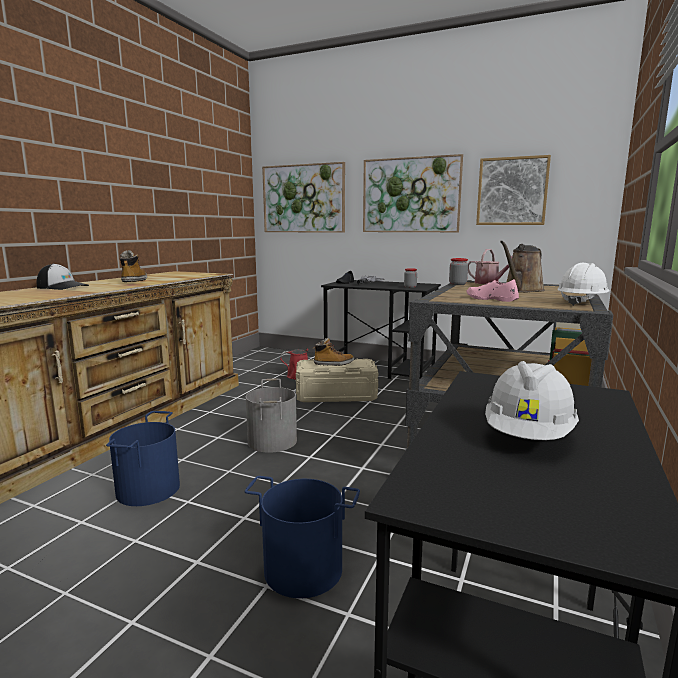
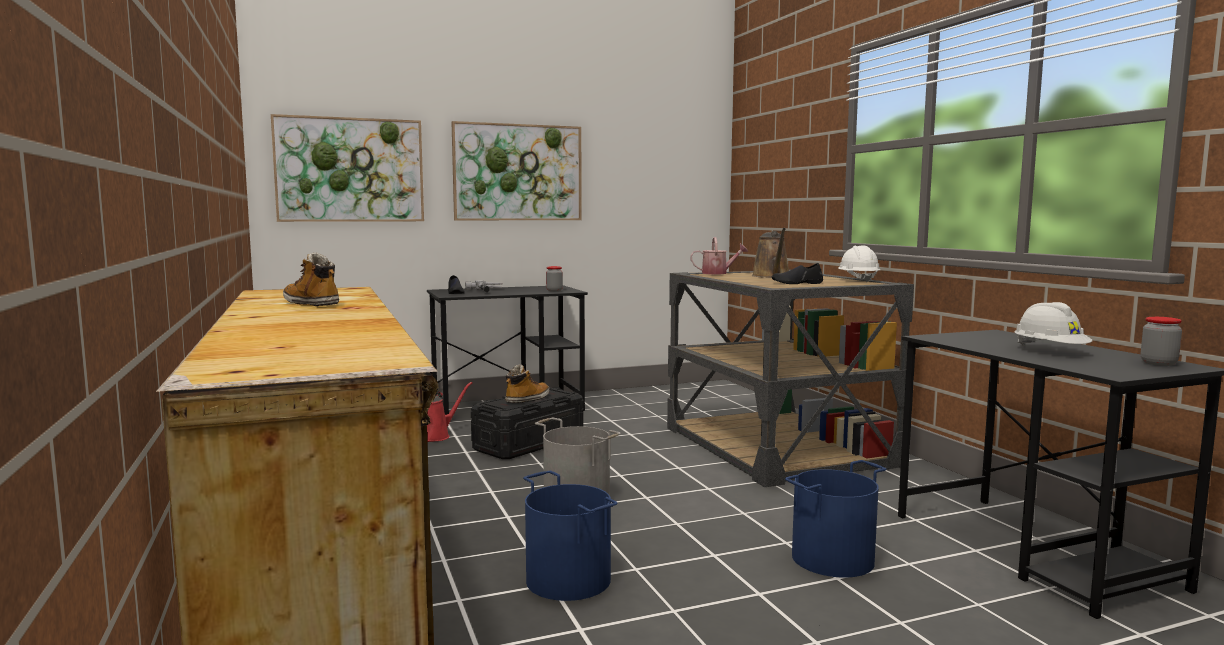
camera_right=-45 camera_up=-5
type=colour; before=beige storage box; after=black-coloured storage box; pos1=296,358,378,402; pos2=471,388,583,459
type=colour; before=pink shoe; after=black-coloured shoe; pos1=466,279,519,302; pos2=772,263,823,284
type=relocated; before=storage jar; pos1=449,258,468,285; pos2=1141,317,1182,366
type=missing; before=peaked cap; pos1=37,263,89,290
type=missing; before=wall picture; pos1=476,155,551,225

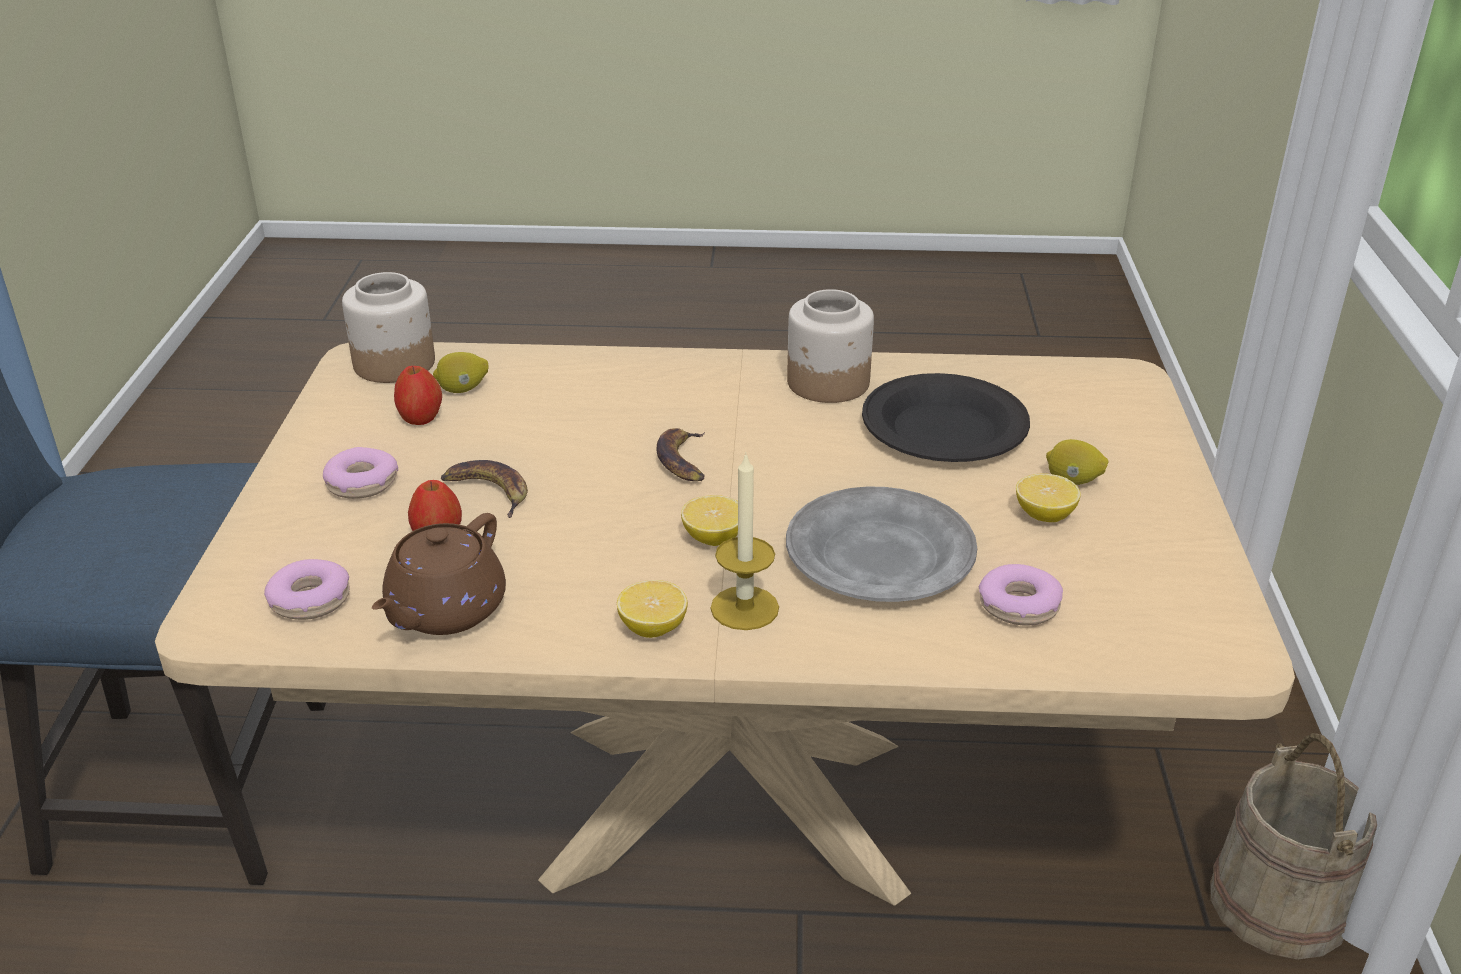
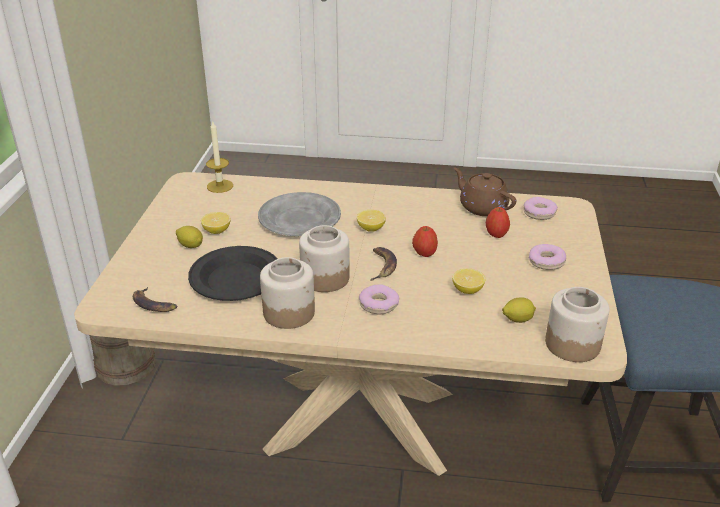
camera_right=-175 camera_up=0
type=relocated; before=whole banana; pos1=441,460,528,518; pos2=133,287,177,312
type=relocated; before=wax light; pos1=711,452,779,630; pos2=206,122,233,193
type=appeared; after=storage jar; pos2=299,225,350,292
type=relocated; before=ring doughnut; pos1=979,564,1063,626; pos2=359,285,399,314
type=relocated; before=whole apple; pos1=394,366,442,425; pos2=412,226,438,257
type=relocated; before=whole lemon; pos1=617,580,688,638; pos2=452,269,485,294
type=spun; before=brownish tea pot; pos1=372,513,506,635; pos2=454,168,516,216; turn=-75

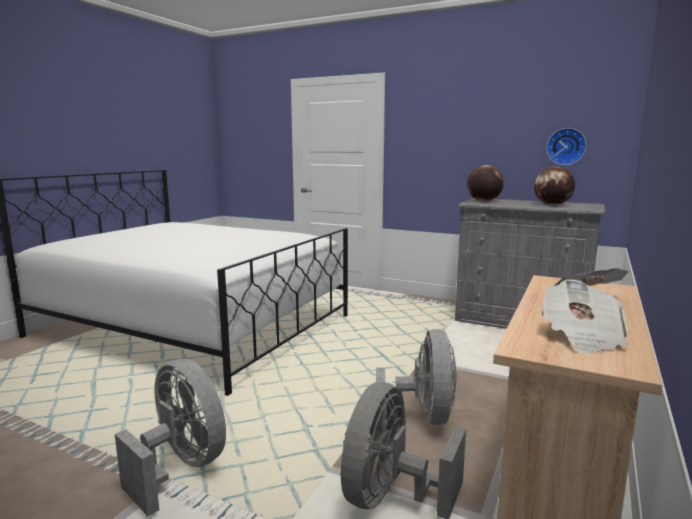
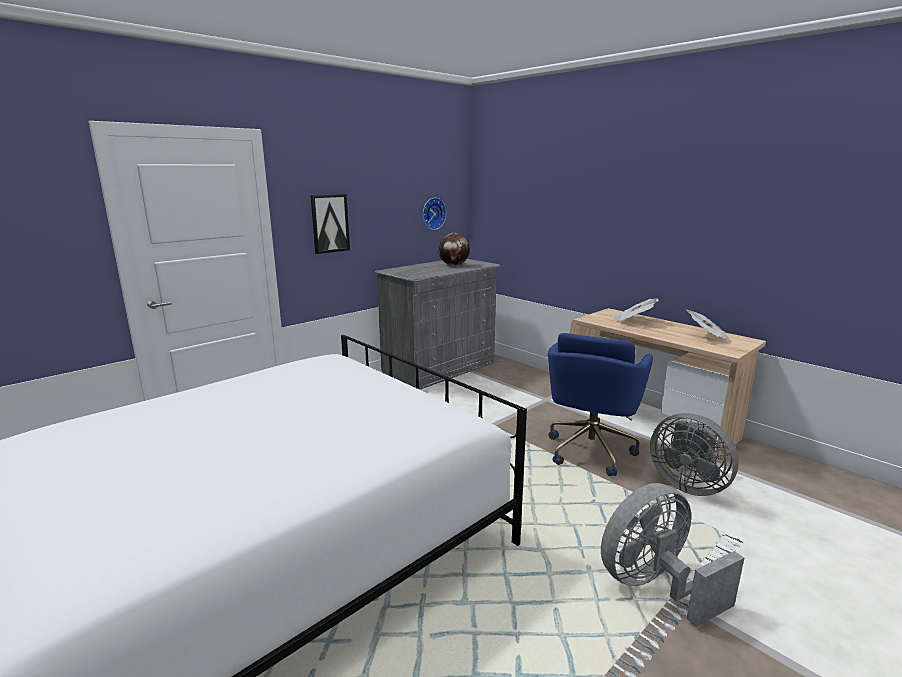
camera_right=-70 camera_up=5
type=appeared; after=wall picture; pos2=310,194,350,254
type=exchanged; before=gray cooling fan; after=blue office chair; pos1=376,329,457,436; pos2=548,333,653,476
type=missing; before=world globe; pos1=467,165,504,201

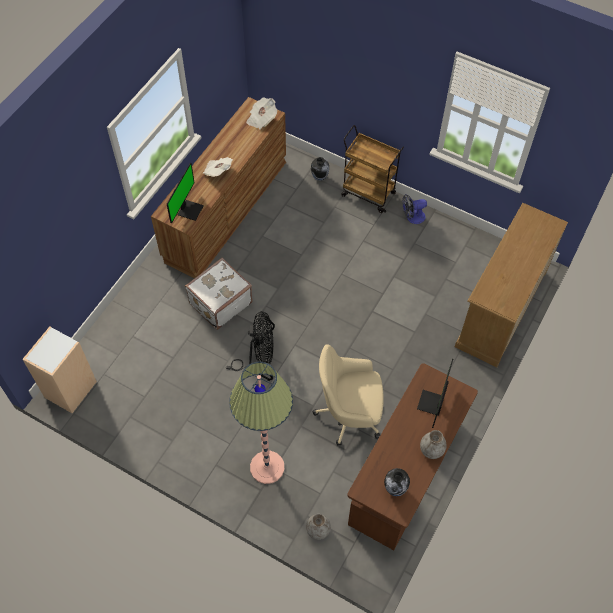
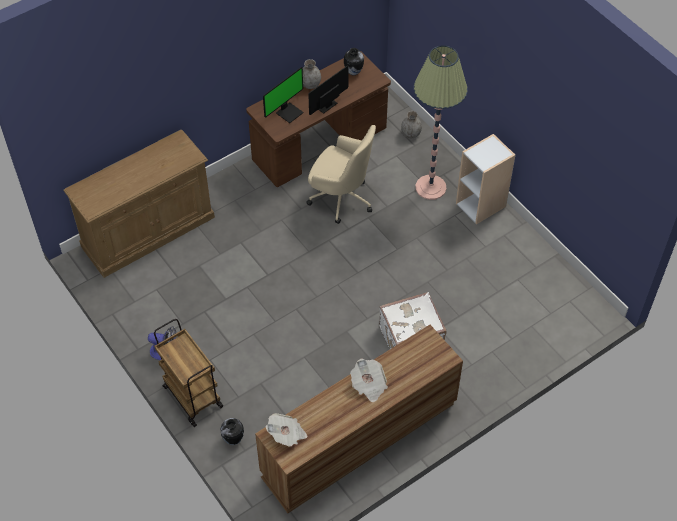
camera_right=-155 camera_up=-5
type=relocated; before=computer display; pos1=167,163,204,223; pos2=308,66,349,115
type=relocated; before=shelving unit; pos1=22,326,97,413; pos2=456,134,516,225
type=missing; before=black-coloured cooling fan; pos1=226,311,275,381

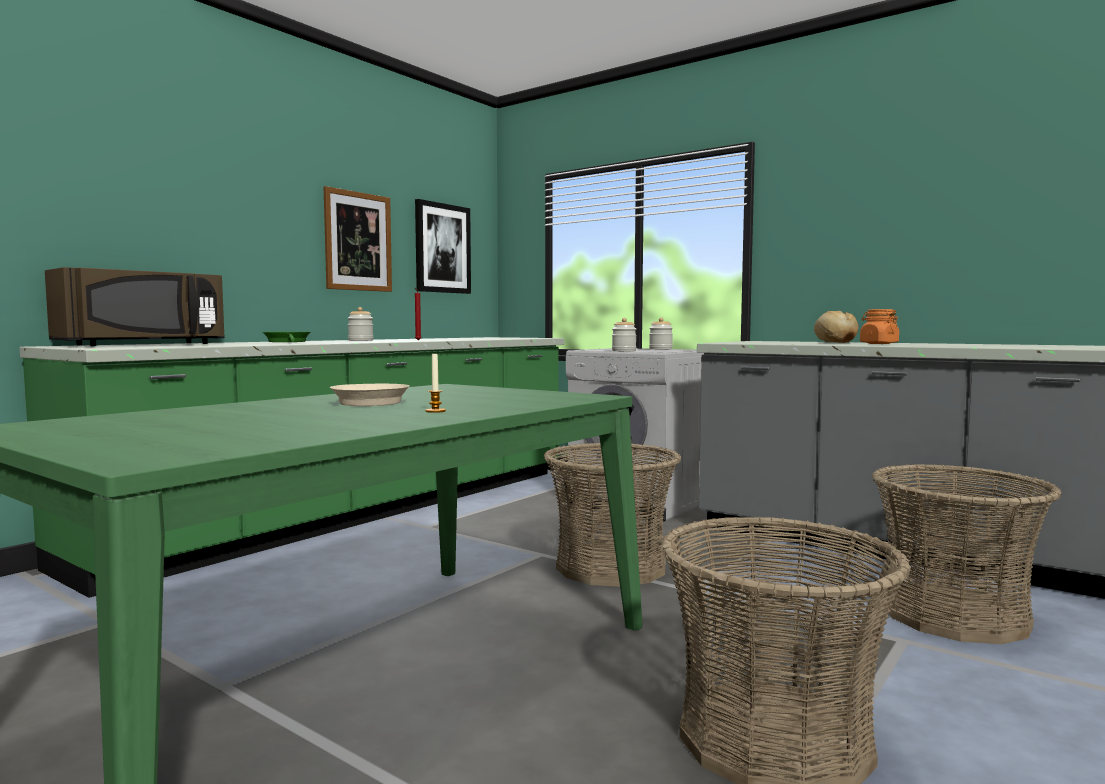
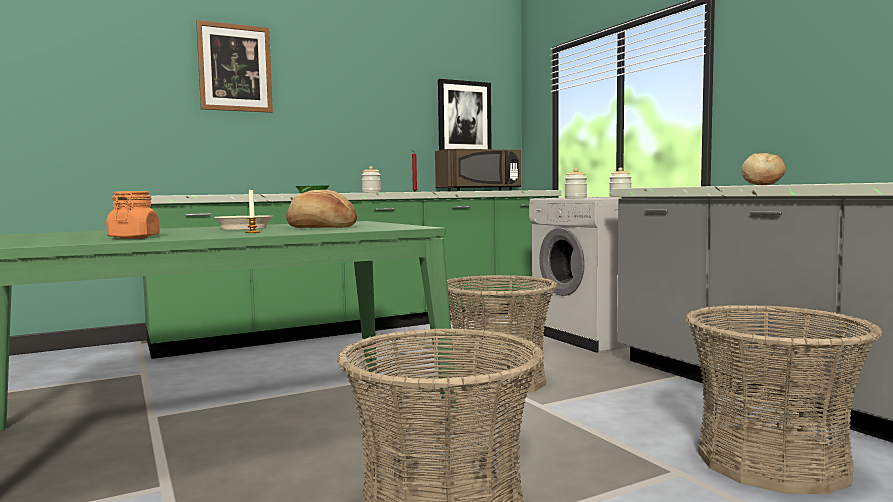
camera_right=25 camera_up=0
type=relocated; before=orange-coloured storage jar; pos1=860,309,899,344; pos2=106,191,160,239
type=relocated; before=wall picture; pos1=324,186,392,292; pos2=196,20,273,113
type=appeared; after=baked bread; pos2=286,190,357,228
type=relocated; before=brownish kitchen microwave; pos1=45,267,225,346; pos2=435,149,521,191

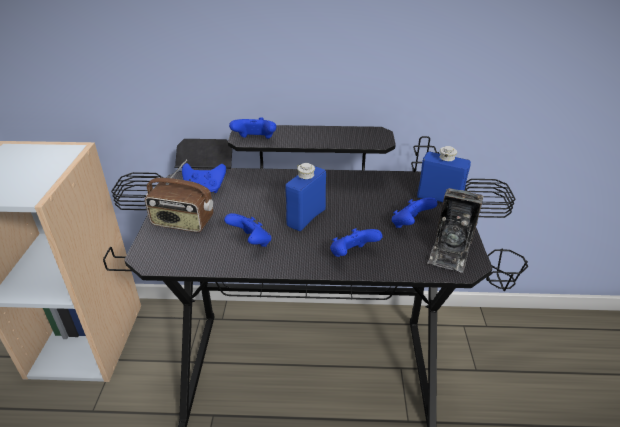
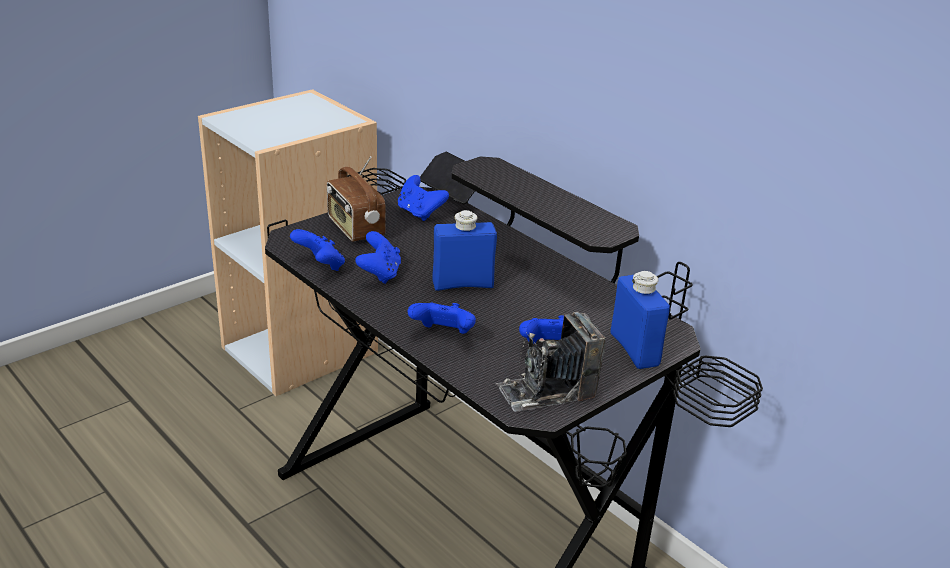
camera_right=45 camera_up=-5
type=relocated; before=blue joypad; pos1=229,117,276,139; pos2=290,229,345,271

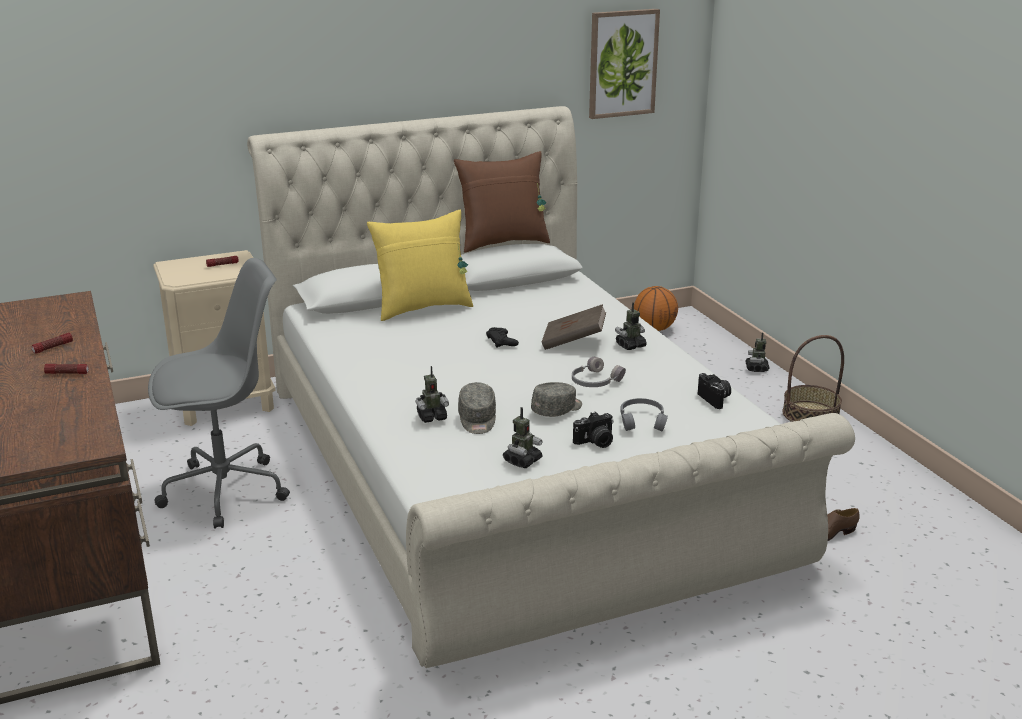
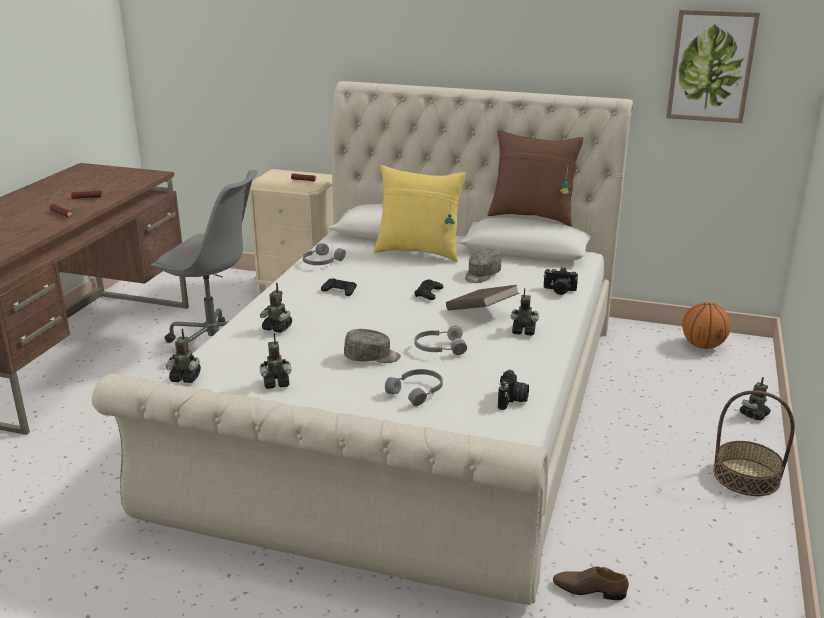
camera_right=40 camera_up=0
type=appeared; after=robot figure; pos2=166,328,201,383
type=appeared; after=gray pair of headphones; pos2=303,243,346,265
type=appeared; after=black-coloured joypad; pos2=321,278,357,296
type=relocated; before=gray peaked cap; pos1=458,382,496,434; pos2=465,248,501,283
type=relocated; before=photo camera; pos1=573,412,614,448; pos2=544,267,578,295

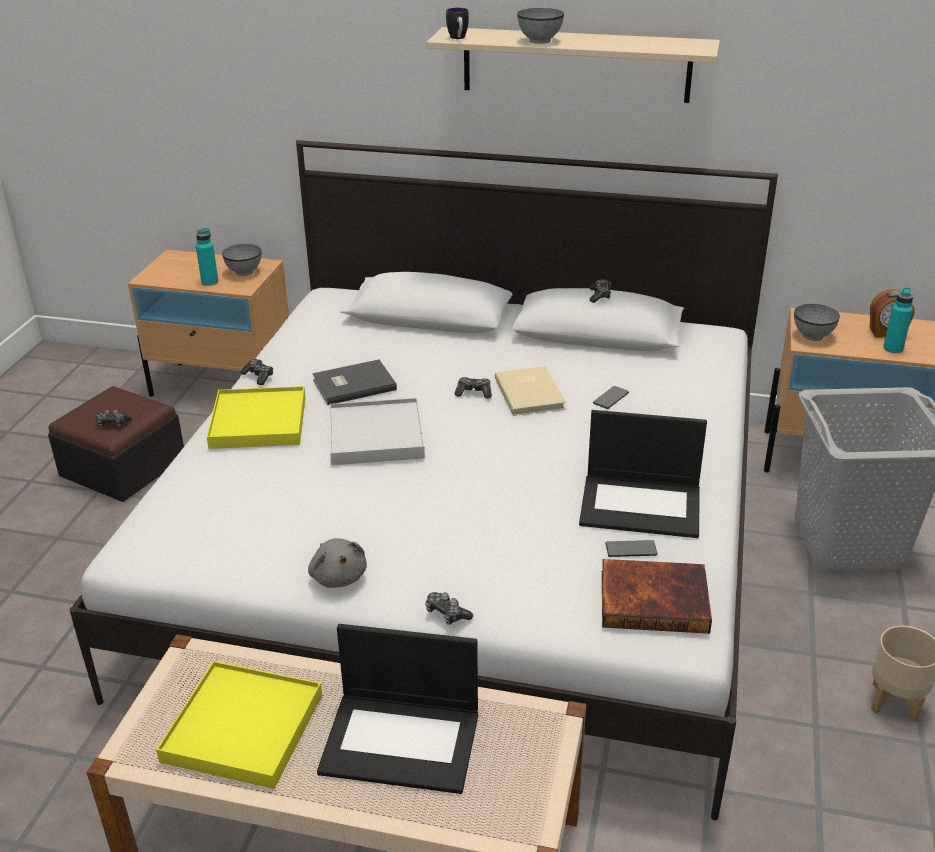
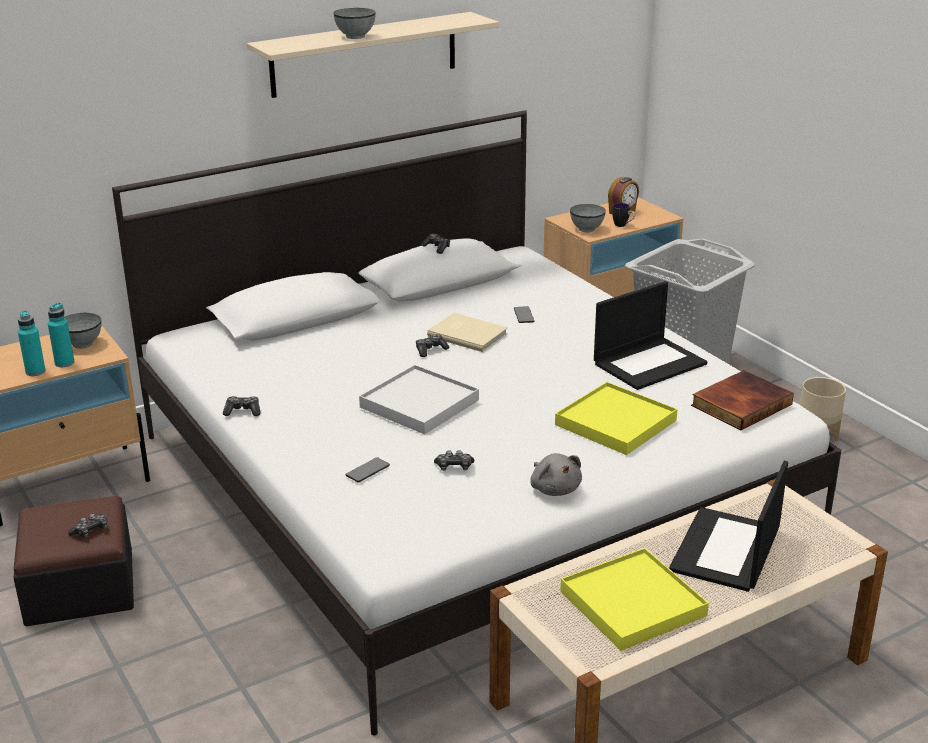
camera_right=-45 camera_up=-5
type=relocated; before=blue-green drink bottle; pos1=883,287,913,353; pos2=18,310,46,376
type=relocated; before=handset; pos1=606,540,657,557; pos2=346,457,390,482
type=relocated; before=joypad; pos1=425,592,473,625; pos2=434,450,474,471
type=spun; before=gray cuddly toy; pos1=308,538,367,588; pos2=530,453,582,496; turn=45
type=relocated; before=yellowish carrying tray; pos1=207,386,306,449; pos2=555,382,677,455
type=relocated; before=tea mug; pos1=446,8,469,39; pos2=612,203,635,227
type=spun; before=laptop; pos1=317,624,478,794; pos2=669,461,788,592; turn=150
type=missing; before=gray volume; pos1=312,359,397,405

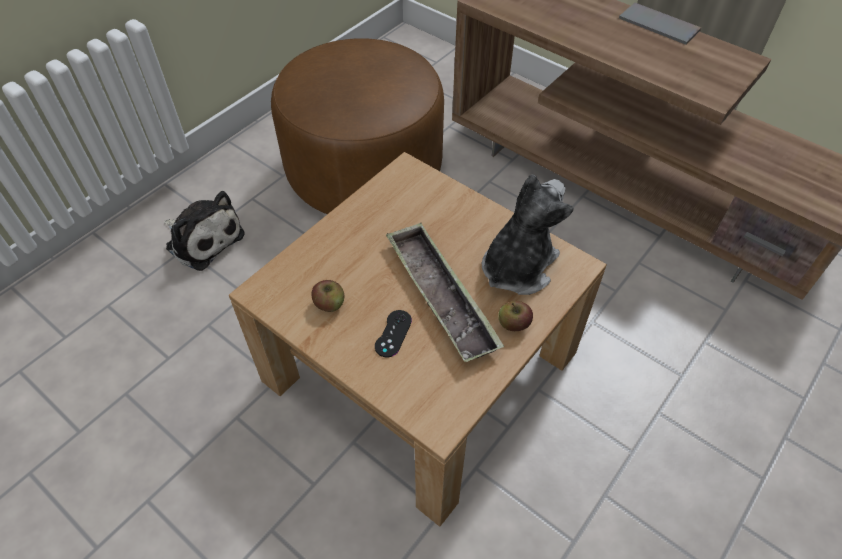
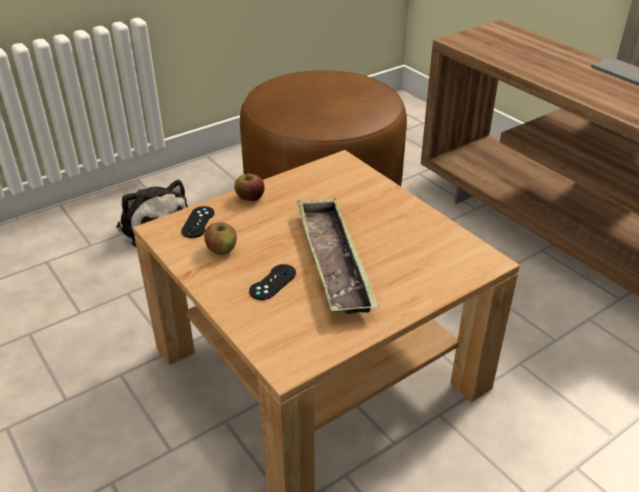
camera_right=15 camera_up=-15
type=appeared; after=black-coloured joypad; pos2=181,206,214,238
type=relocated; before=whole apple; pos1=498,301,533,331; pos2=234,171,265,201
type=missing; before=cuddly toy; pos1=482,174,574,295

